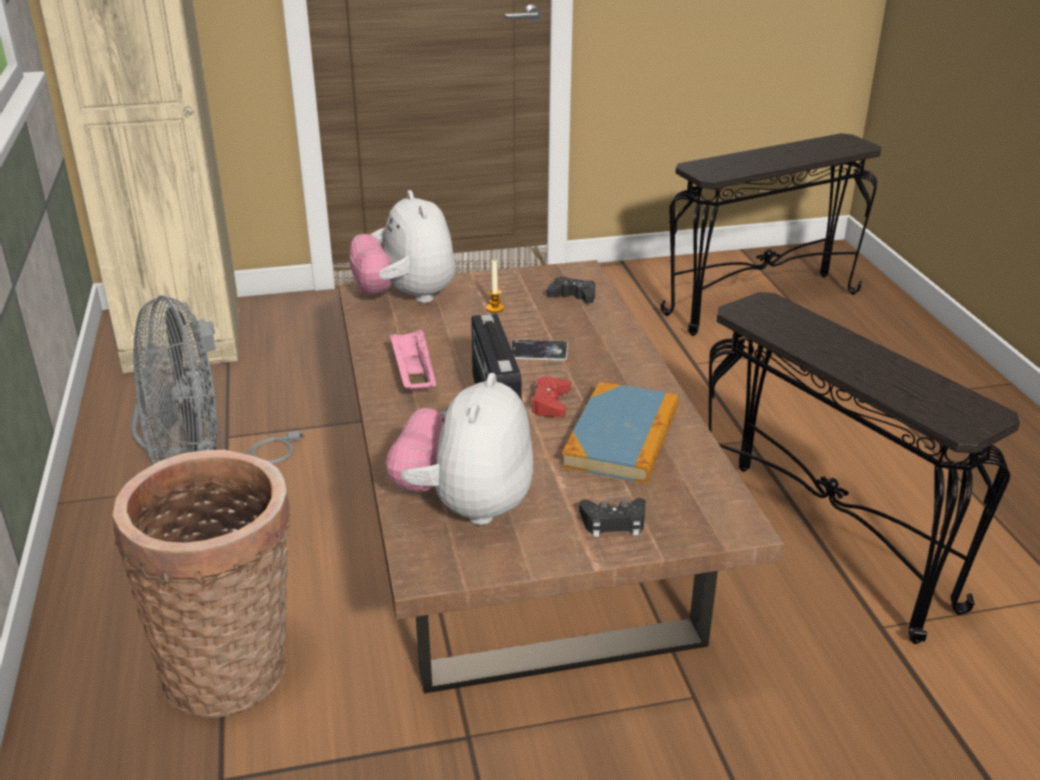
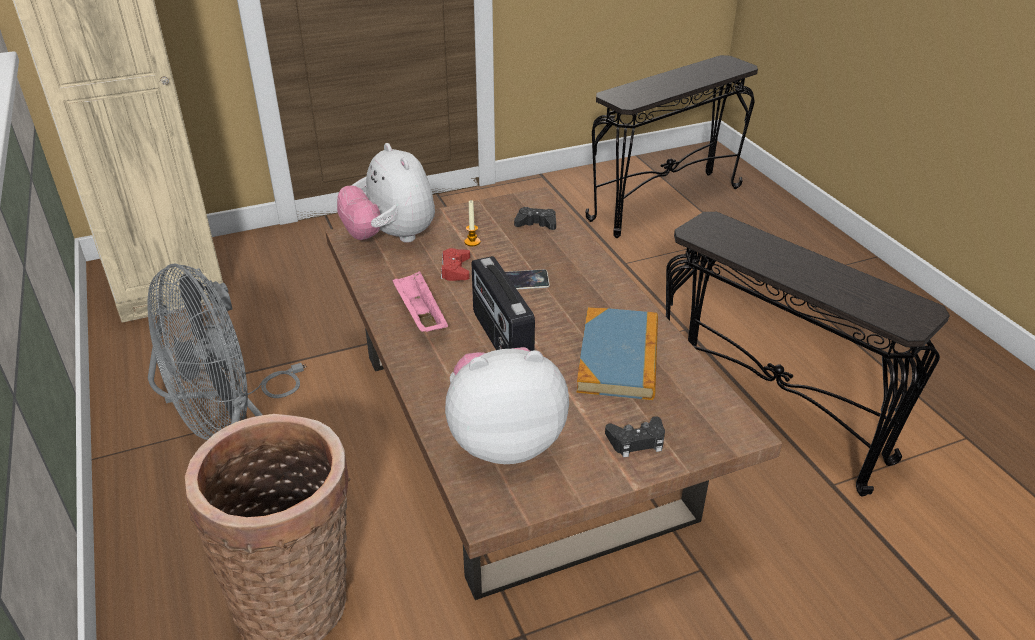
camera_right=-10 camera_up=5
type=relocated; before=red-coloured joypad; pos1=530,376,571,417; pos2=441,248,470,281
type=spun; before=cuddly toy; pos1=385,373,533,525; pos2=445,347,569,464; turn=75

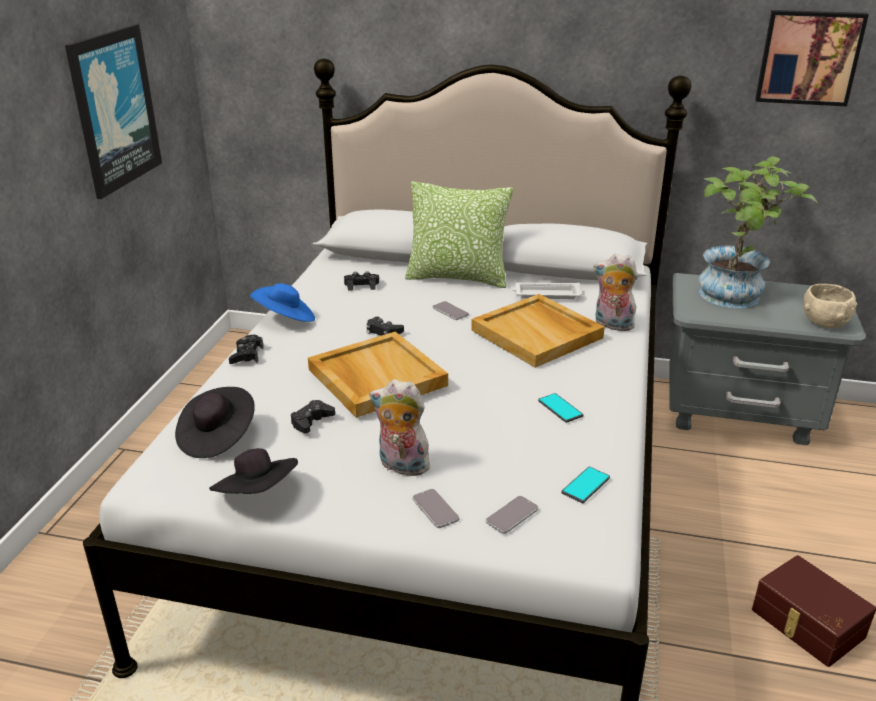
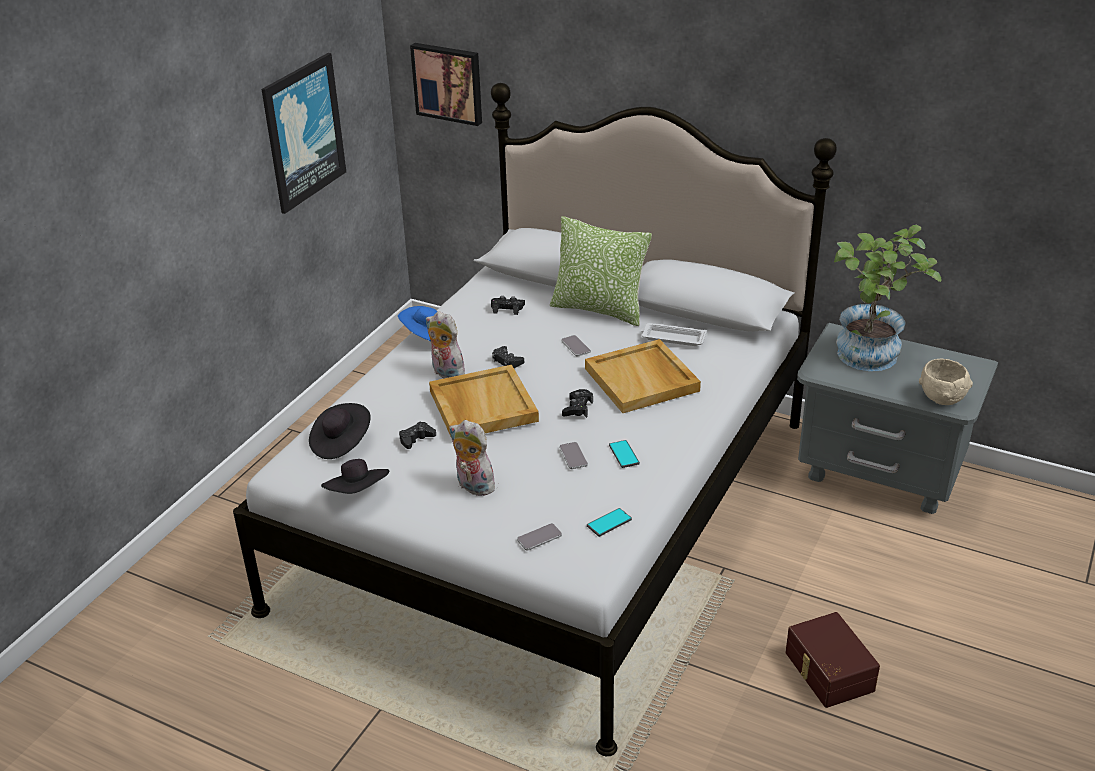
camera_right=15 camera_up=5
type=relocated; before=wall picture; pos1=755,10,869,106; pos2=410,43,482,126
type=relocated; before=cuddly toy; pos1=594,253,638,331; pos2=426,311,465,378
type=relocated; before=handset; pos1=413,489,459,528; pos2=559,442,588,469
type=relocated; before=black-coloured joypad; pos1=229,335,264,364; pos2=562,389,593,418

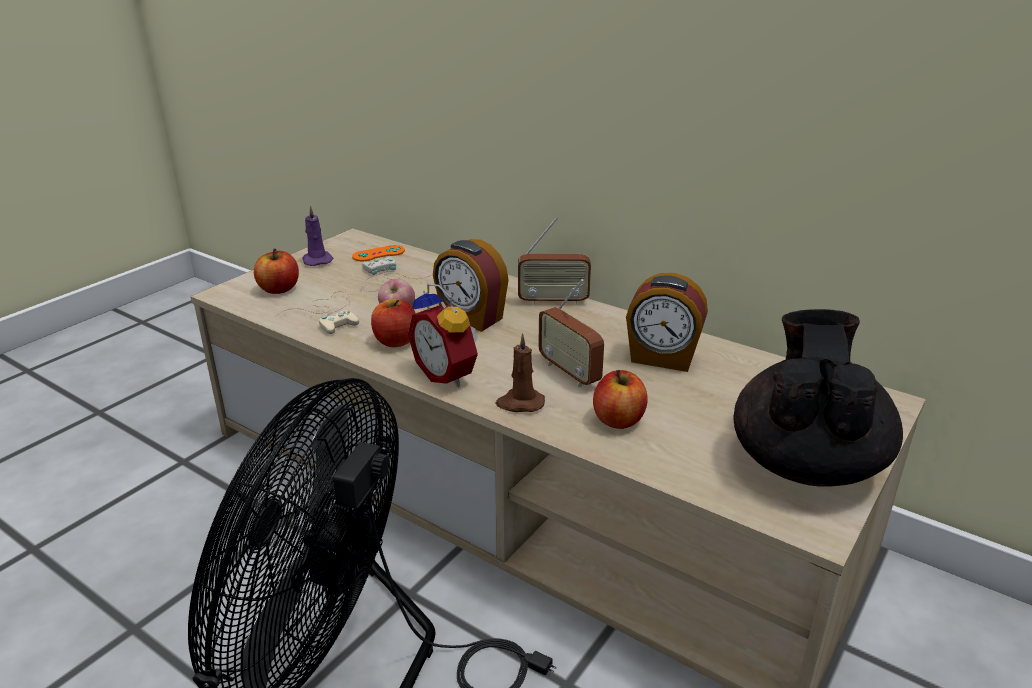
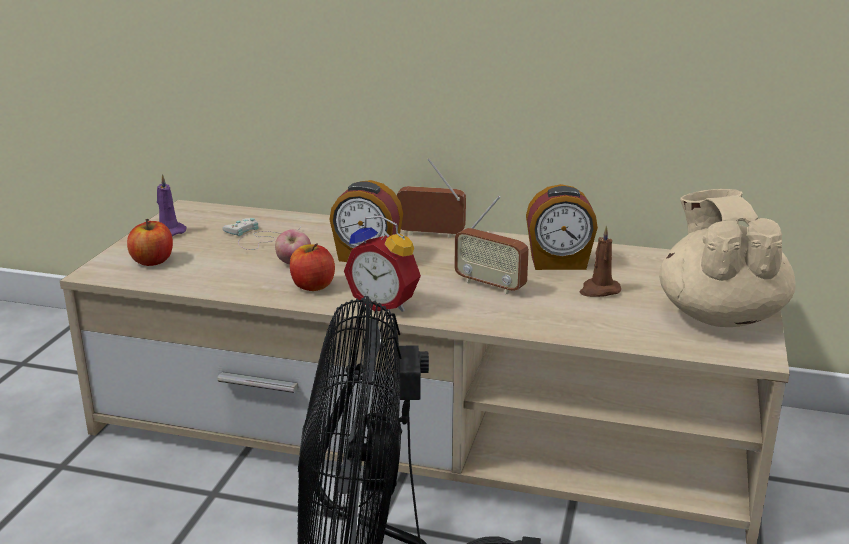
camera_right=-20 camera_up=-5
type=spun; before=radio receiver; pos1=518,217,591,306; pos2=397,158,466,238; turn=-150
type=relocated; before=brownish wax light; pos1=496,333,545,412; pos2=580,226,621,297
type=colour; before=black-coloured tea pot; after=beige tea pot; pos1=734,309,903,487; pos2=659,189,796,327
type=missing; before=beige joypad; pos1=276,291,359,334
type=missing; before=orange-coloured joypad; pos1=352,245,405,261
type=missing; before=whole apple; pos1=593,370,648,429

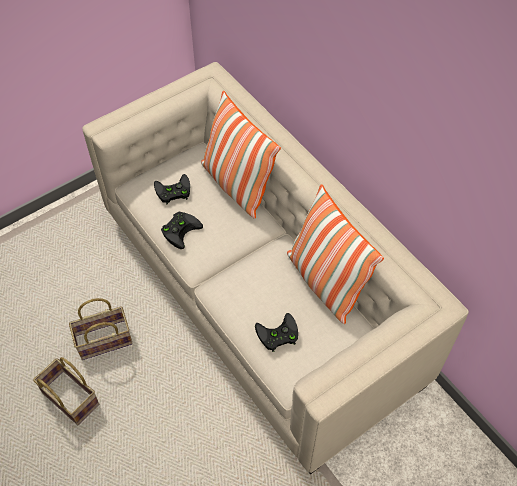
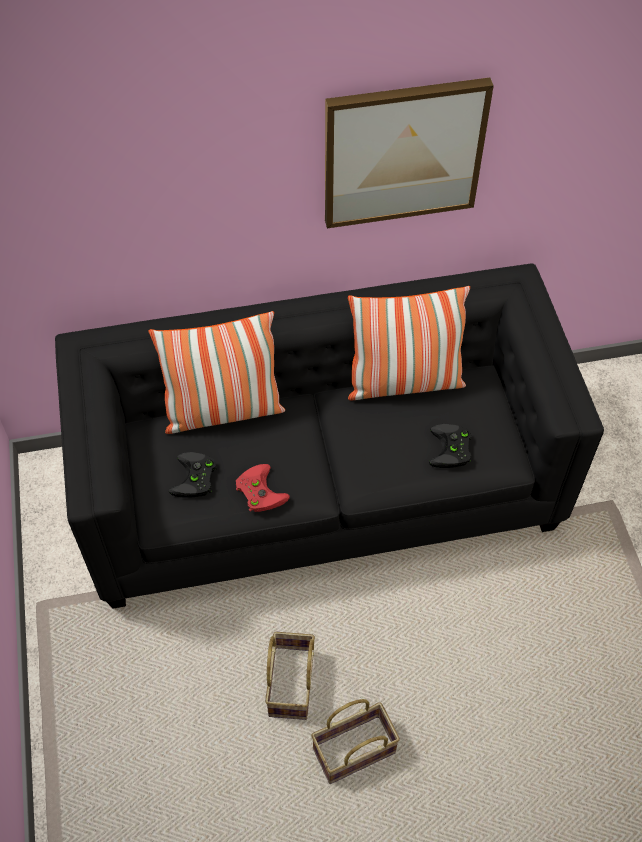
camera_right=-65 camera_up=0
type=colour; before=beige settee; after=black-coloured settee; pos1=82,62,469,474; pos2=55,263,604,609
type=colour; before=black-coloured joypad; after=red-coloured joypad; pos1=161,212,203,249; pos2=236,464,290,512
type=appeared; after=wall picture; pos2=325,77,494,228

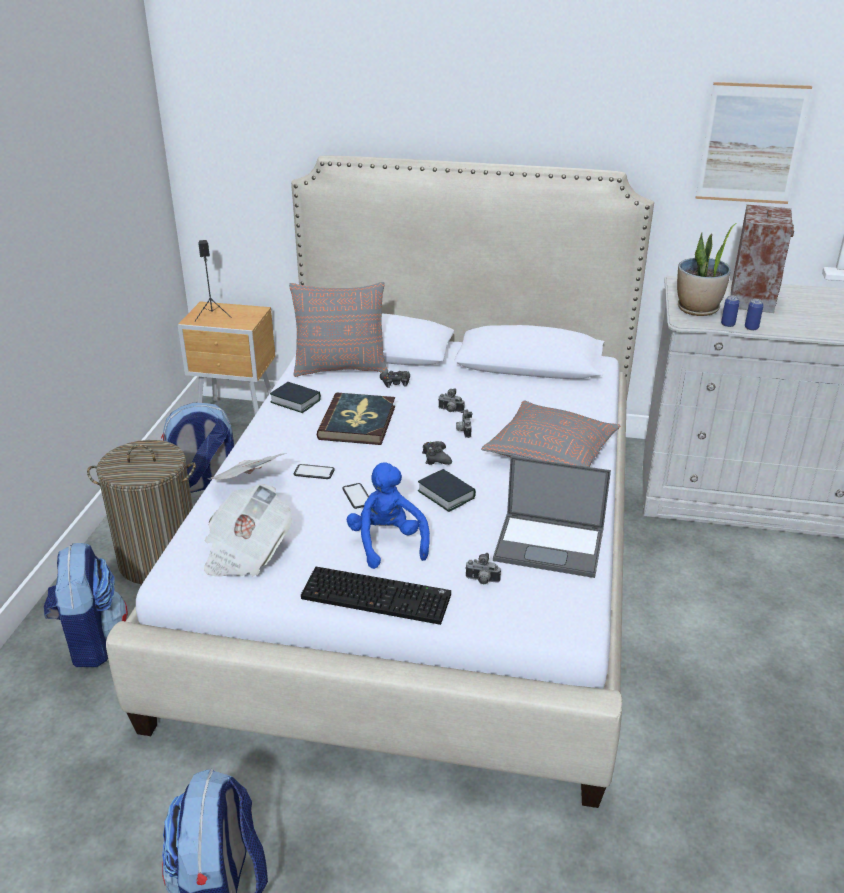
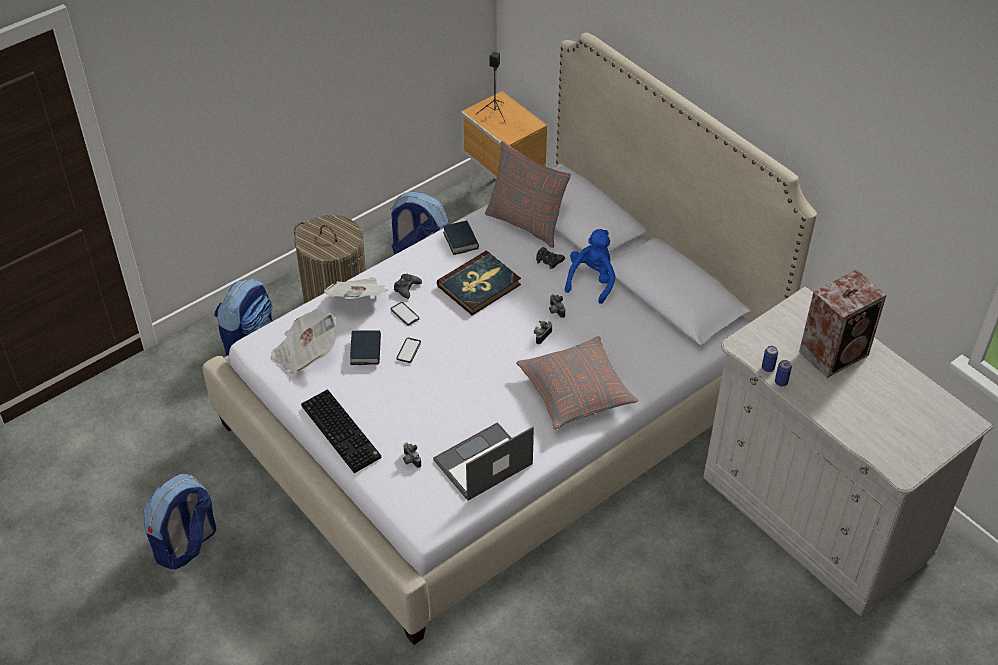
camera_right=40 camera_up=15
type=relocated; before=volume; pos1=418,469,476,512; pos2=350,330,381,365
type=relocated; before=black-coloured joypad; pos1=422,441,452,465; pos2=394,274,422,299
type=spun; before=laptop; pos1=493,456,611,578; pos2=433,422,534,501; turn=90
type=relocated; before=blue cuddly toy; pos1=347,462,430,569; pos2=565,229,616,304
type=missing; before=houseplant; pos1=677,223,737,316
type=missing; before=wall picture; pos1=696,82,812,204

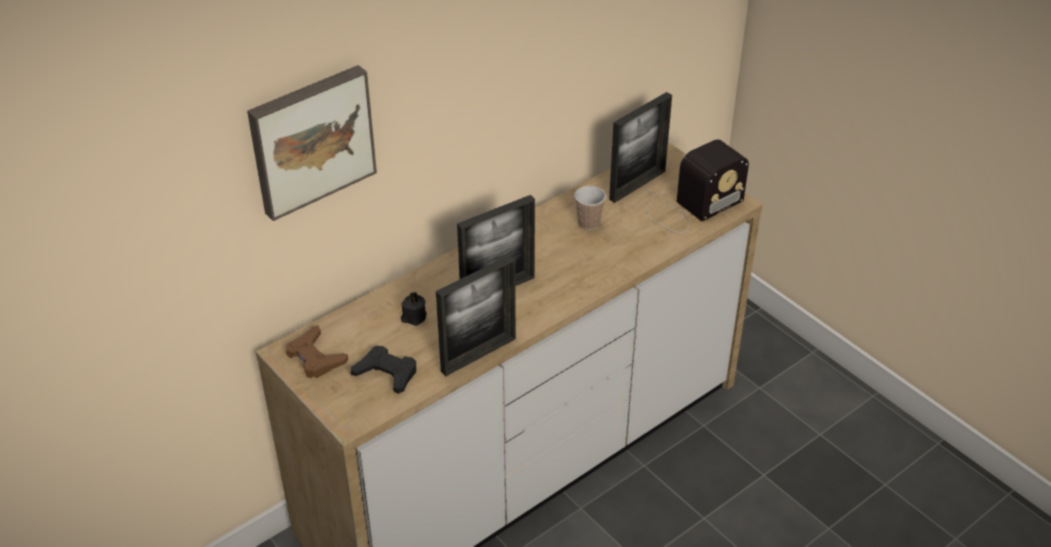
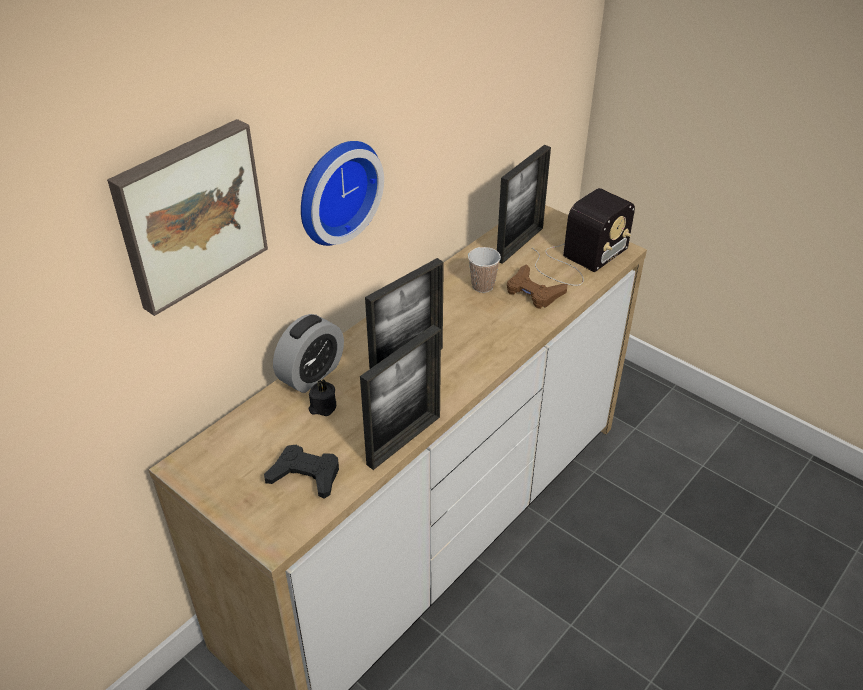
camera_right=-10 camera_up=0
type=appeared; after=bedside clock; pos2=273,314,344,393
type=appeared; after=wall clock; pos2=301,141,384,246
type=relocated; before=brownish joypad; pos1=286,325,348,378; pos2=507,264,568,309

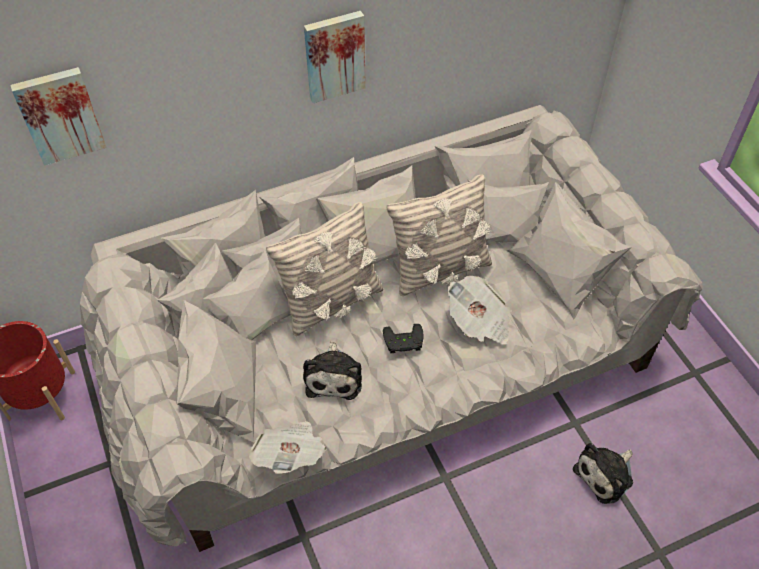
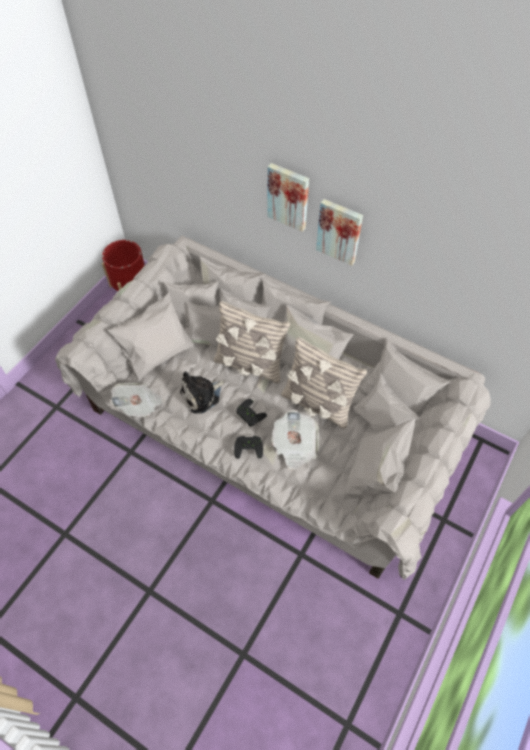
camera_right=55 camera_up=5
type=appeared; after=black-coloured joypad; pos2=234,436,263,458
type=relocated; before=wall picture; pos1=10,67,107,166; pos2=267,163,309,232
type=missing; before=cuddly toy; pos1=573,443,633,504

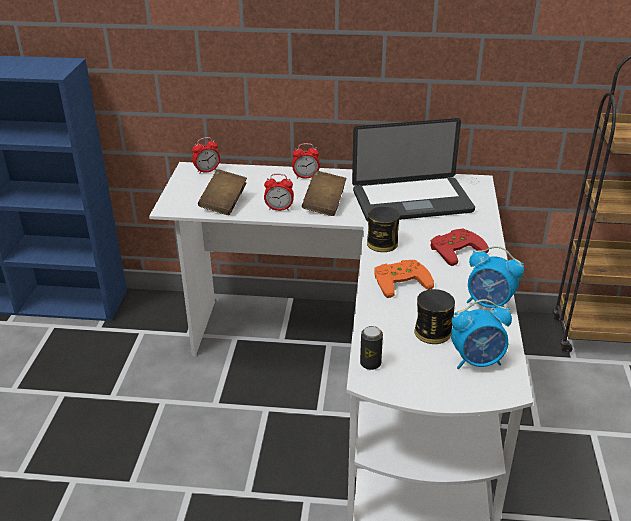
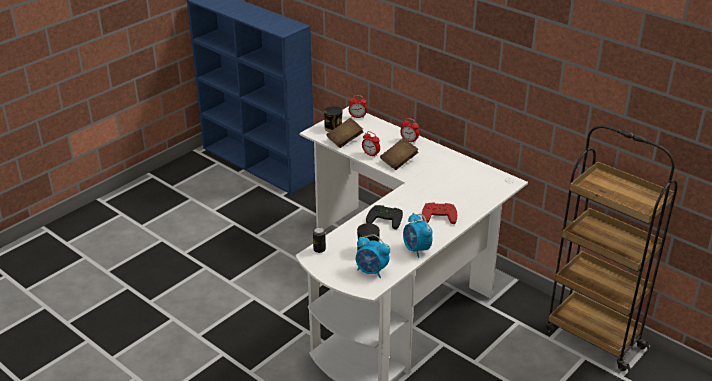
camera_right=35 camera_up=0
type=relocated; before=sealed can; pos1=367,206,400,252; pos2=324,106,343,132
type=colour; before=orange-coloured joypad; after=black-coloured joypad; pos1=374,260,434,298; pos2=366,205,403,230
type=missing; before=laptop; pos1=352,118,475,222

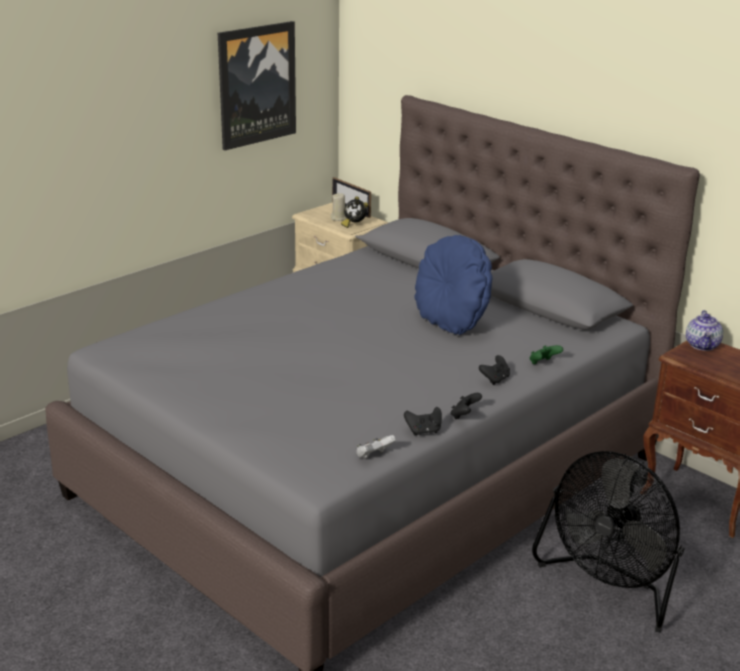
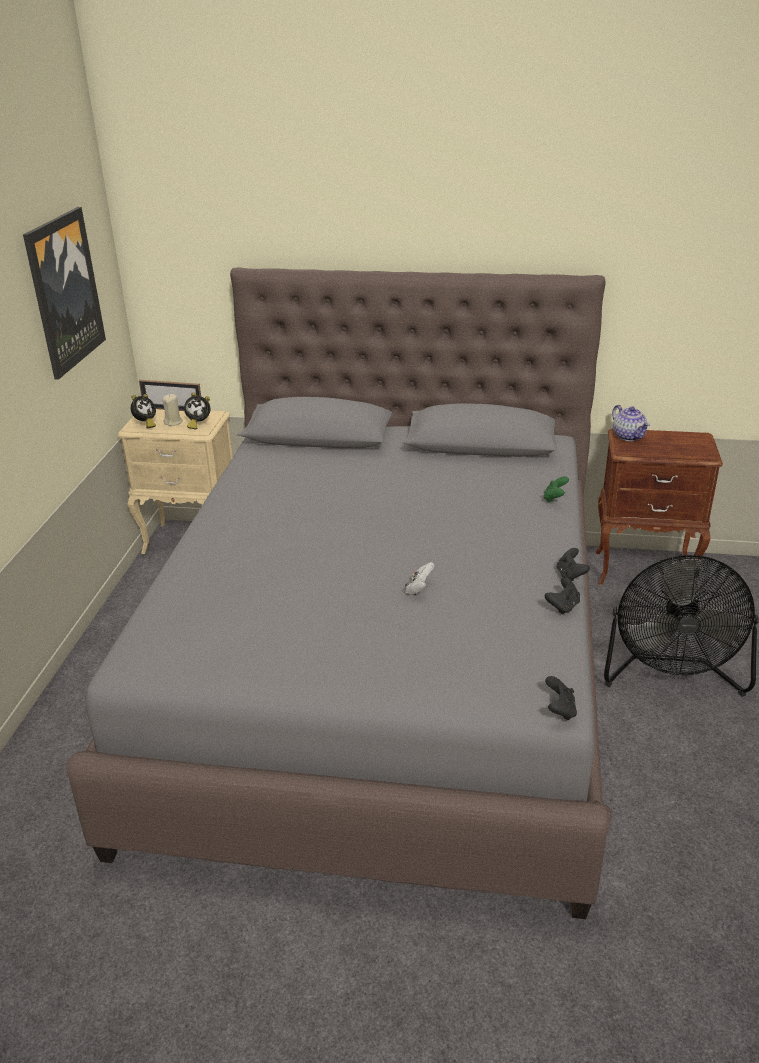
camera_right=-35 camera_up=5
type=appeared; after=bedside clock; pos2=131,394,156,428
type=relocated; before=whitish joypad; pos1=356,435,396,459; pos2=405,562,435,595
type=relocated; before=black-coloured joypad; pos1=479,355,510,385; pos2=545,676,577,720
type=missing; before=blue throw pillow; pos1=414,235,492,335

